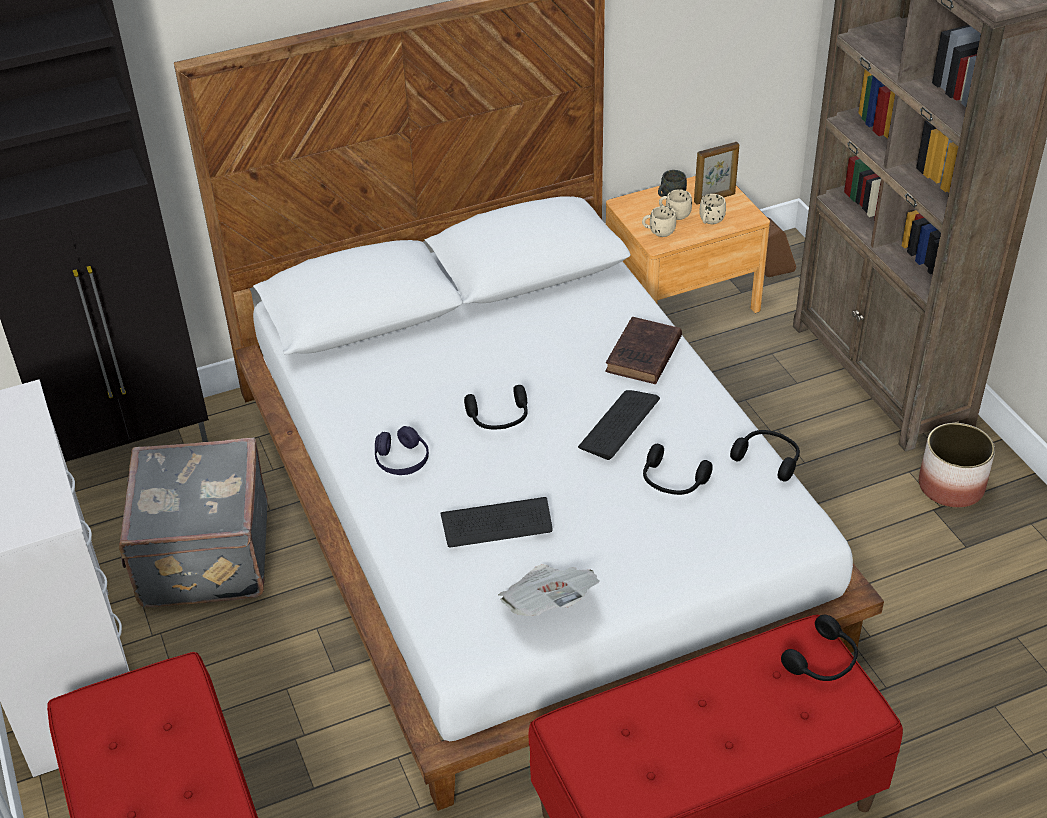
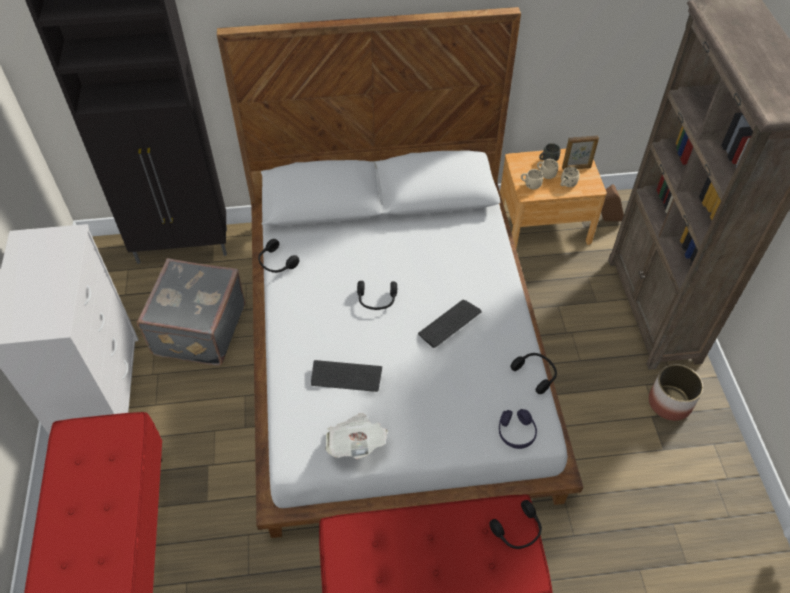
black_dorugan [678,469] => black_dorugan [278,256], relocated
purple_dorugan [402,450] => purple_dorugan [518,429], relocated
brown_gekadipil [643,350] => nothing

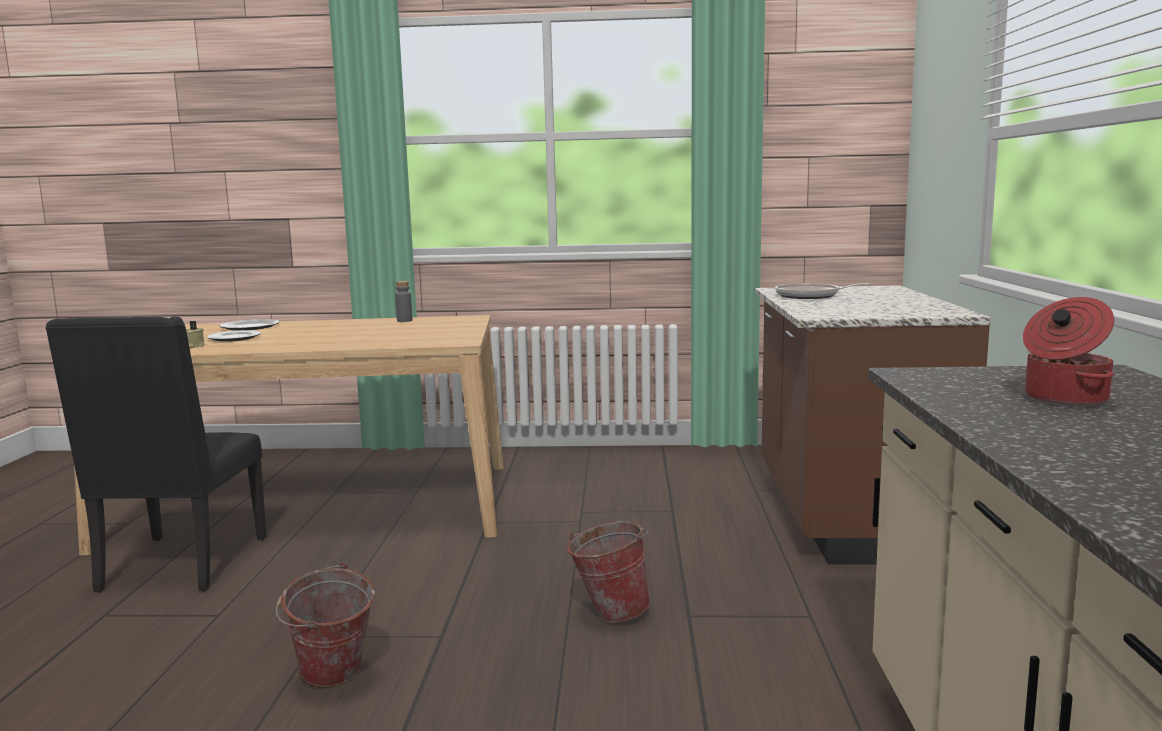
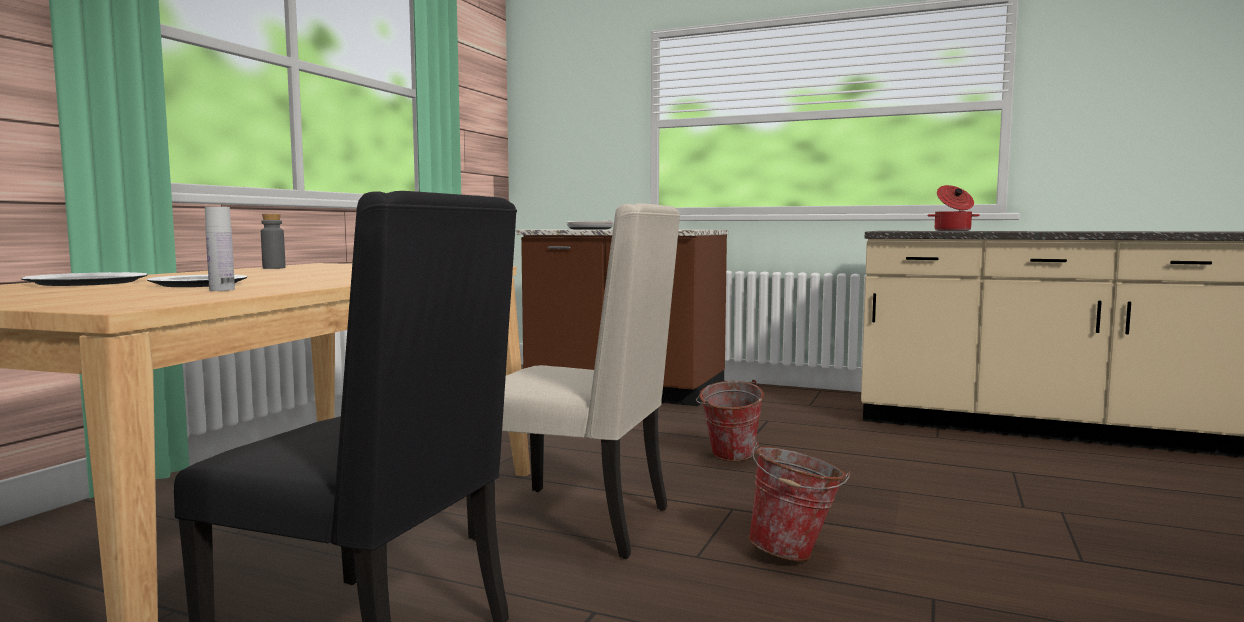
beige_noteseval [195,334] => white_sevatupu [220,249]
nothing => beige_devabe [573,381]

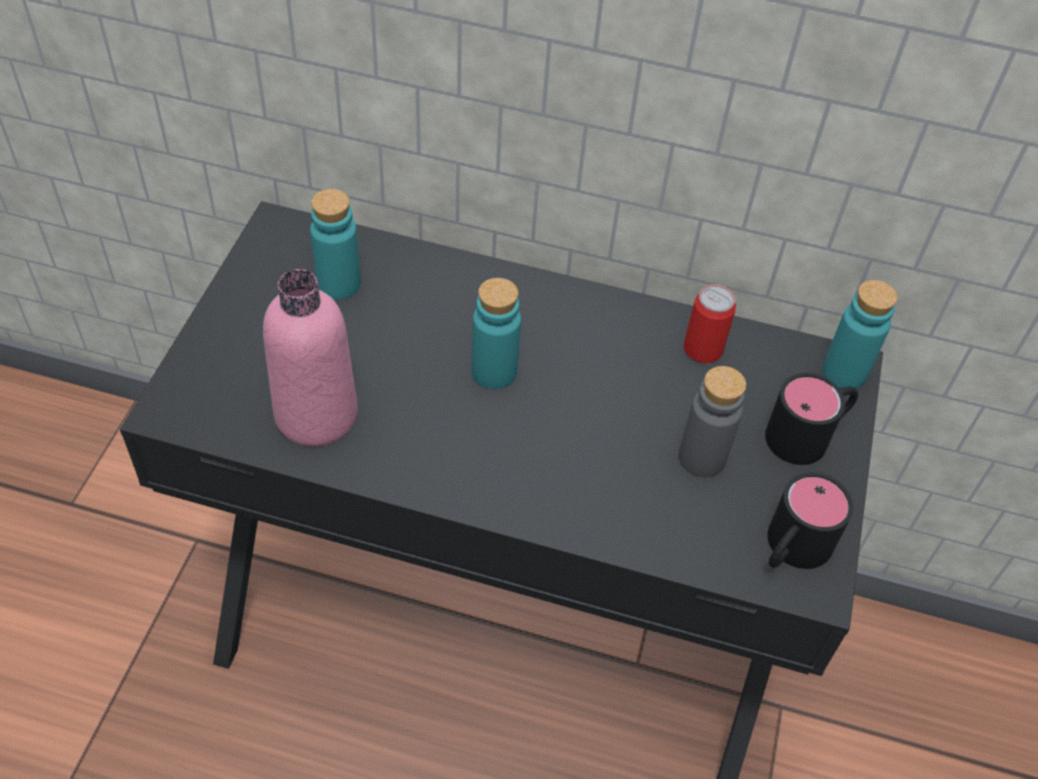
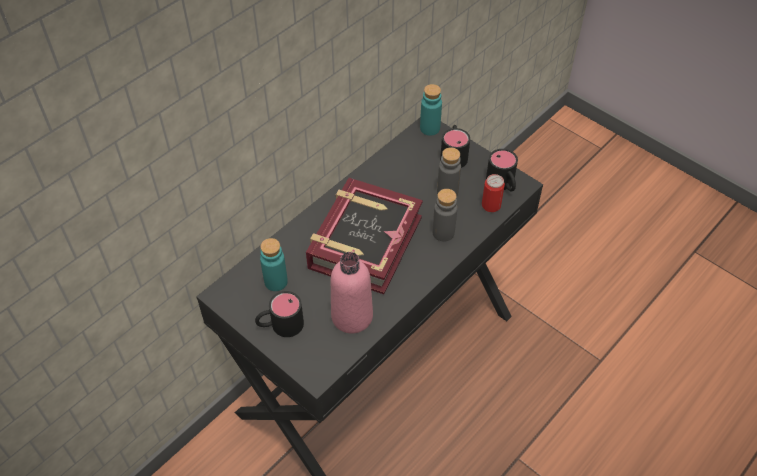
nothing => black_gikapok [279,314]
turquoise_sevatupu [496,333] => gekadipil [364,236]
nothing => grey_sevatupu [445,215]
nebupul [710,323] => nebupul [493,193], relocated

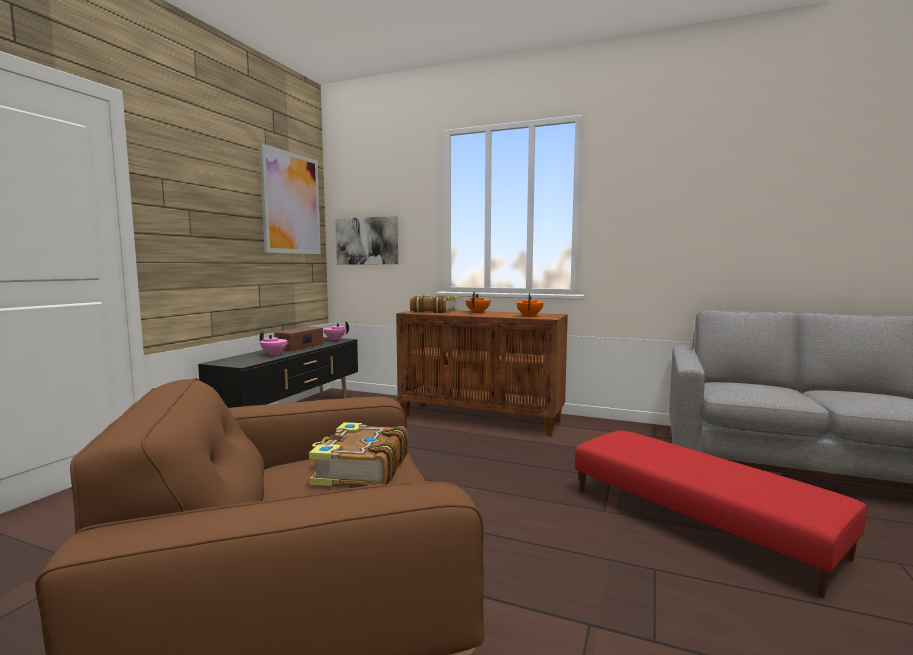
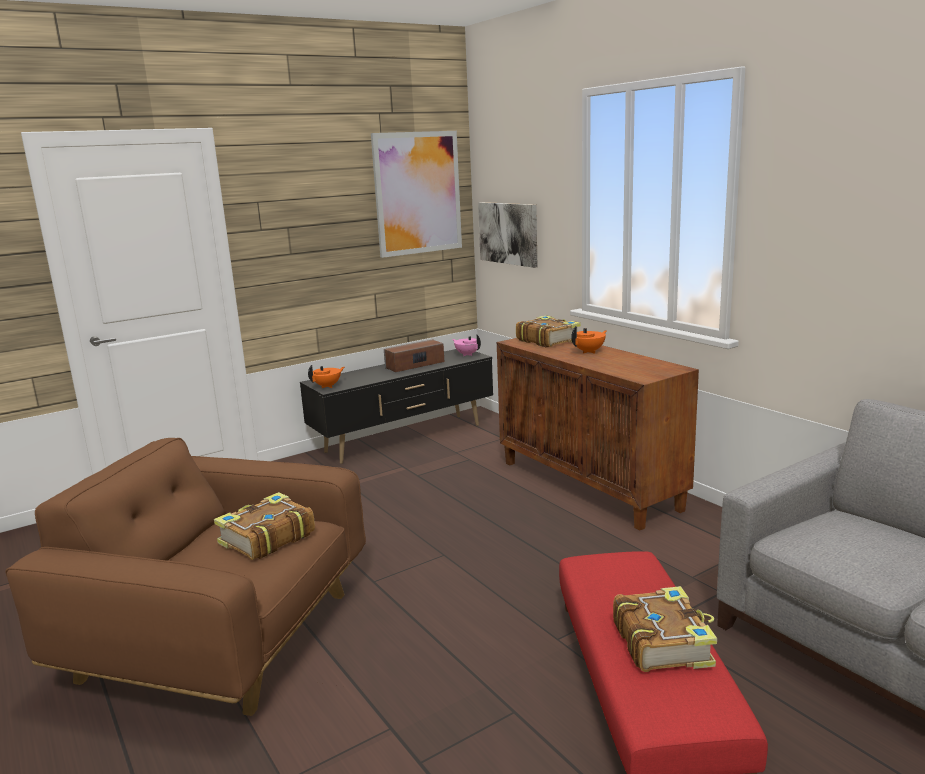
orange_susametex [530,305] => orange_susametex [326,376], relocated
nothing => gekadipil [665,629]
pink_susametex [275,343] => nothing

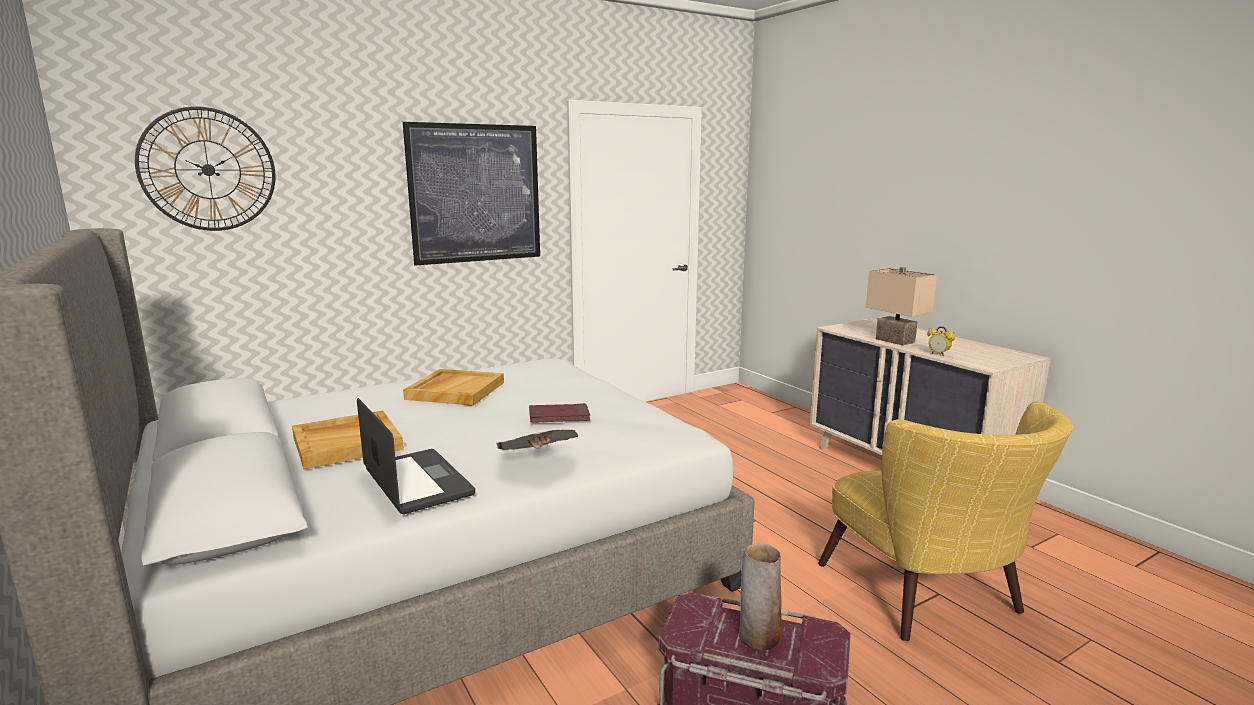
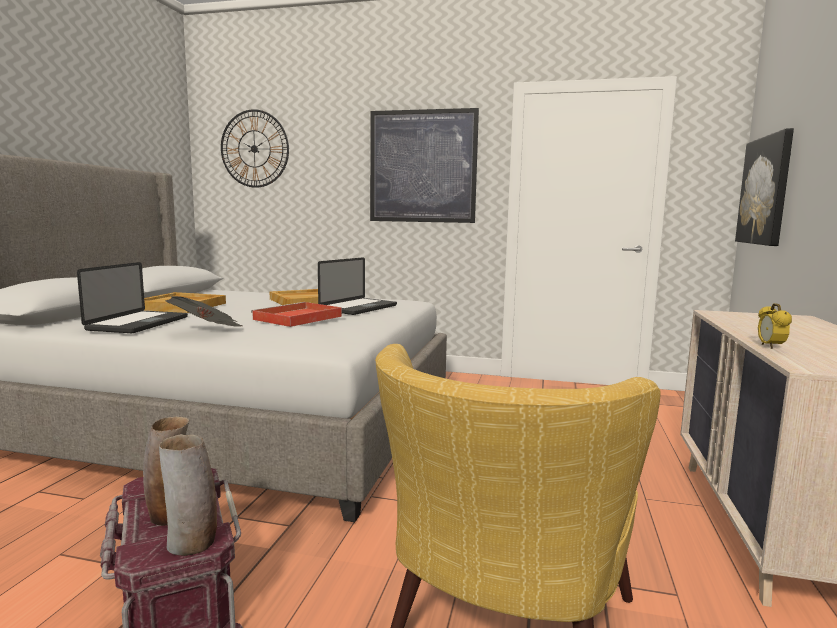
nothing => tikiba [188,495]
red_gekadipil [559,413] => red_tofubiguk [296,314]
nothing => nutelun [357,286]
nothing => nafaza [764,187]
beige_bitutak [901,306] => nothing

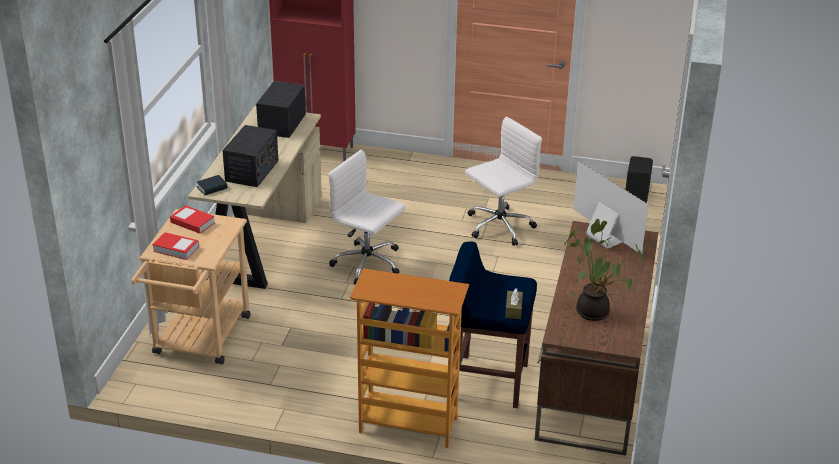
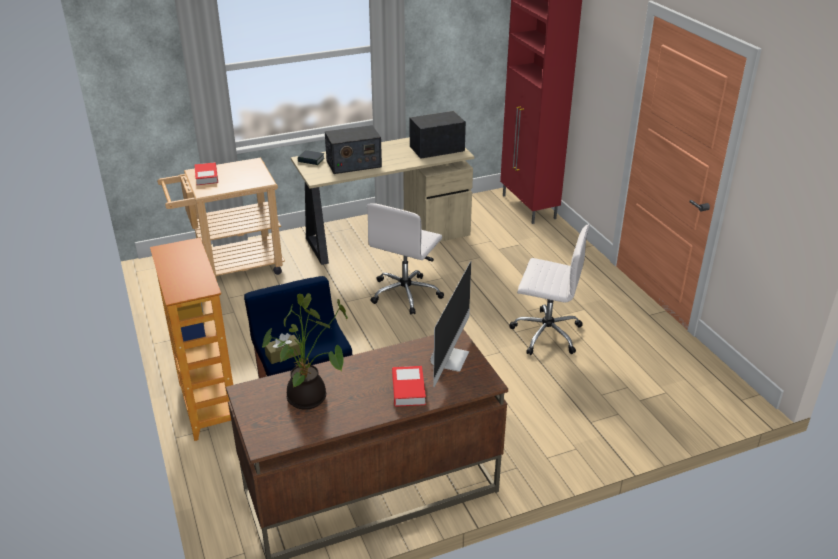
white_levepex [367,217] => white_levepex [405,258], 150 degrees counterclockwise
gekadipil [192,219] => gekadipil [409,386], relocated
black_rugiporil [639,179] => nothing

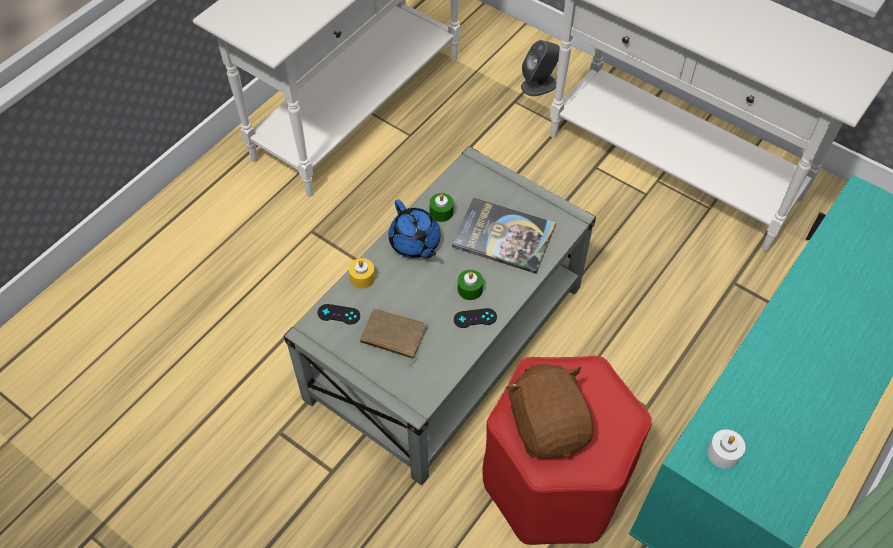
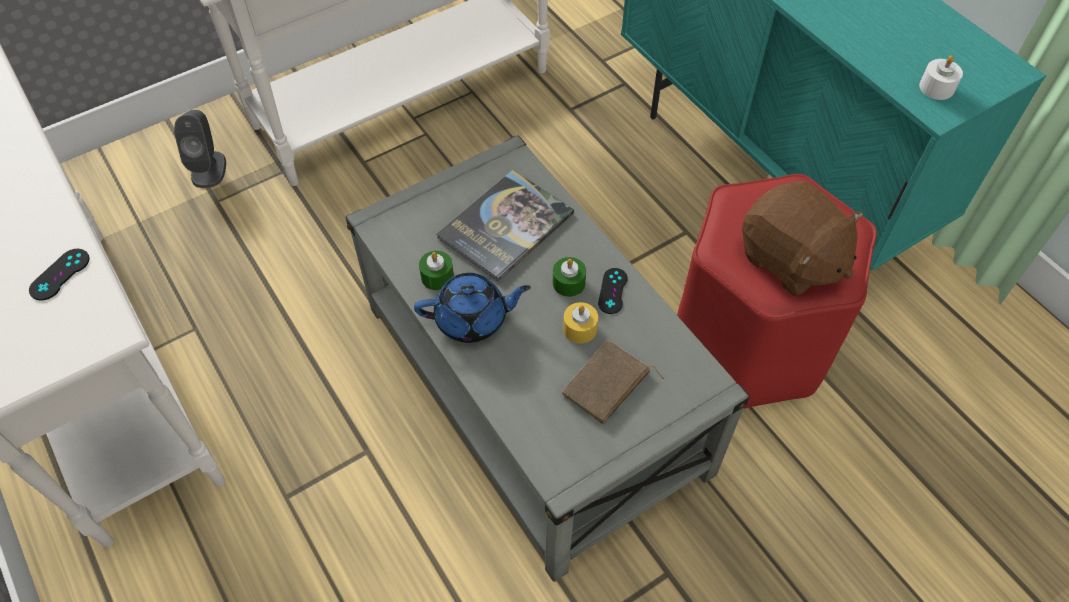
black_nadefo [338,314] => black_nadefo [59,275], relocated
yellow_noteseval [362,273] => yellow_noteseval [580,322], relocated
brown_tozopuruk [549,411] => brown_tozopuruk [802,238], 135 degrees counterclockwise

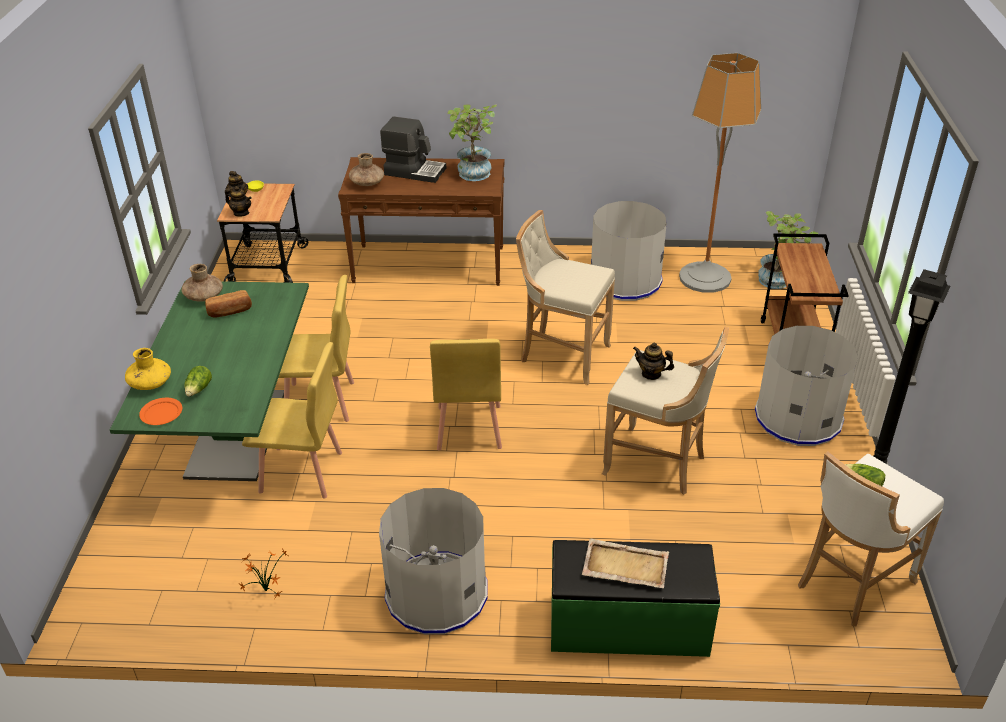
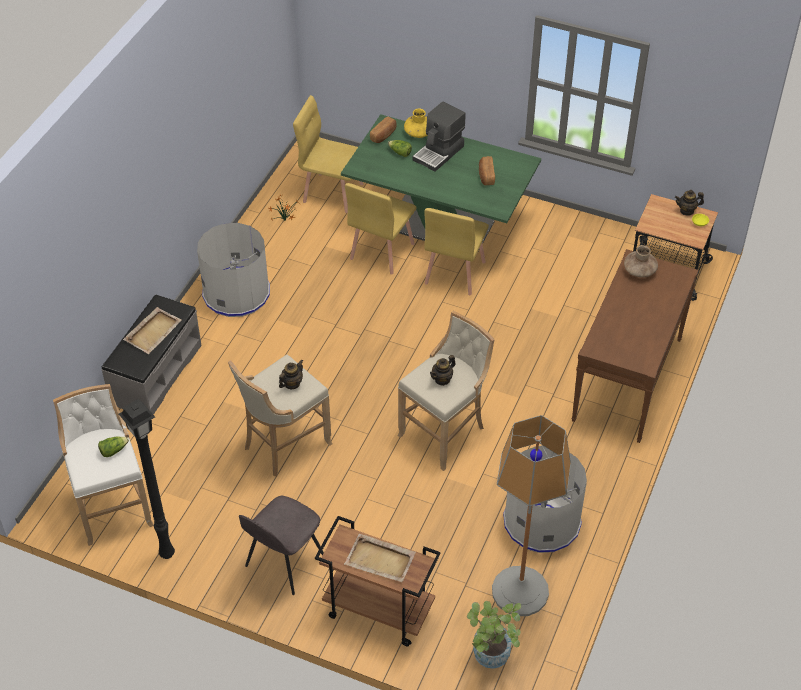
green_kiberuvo [635,598] => grey_kiberuvo [151,355]
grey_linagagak [806,386] => grey_devabe [281,545]
yellow_devabe [466,395] => yellow_devabe [328,154], relocated
nothing => beige_tofubiguk [380,558]
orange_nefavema [160,411] => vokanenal [383,130]
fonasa [413,149] => fonasa [439,136], relocated
susametex [238,201] => susametex [443,370], relocated
brown_tikiba [202,283] => nothing
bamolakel [472,143] => nothing

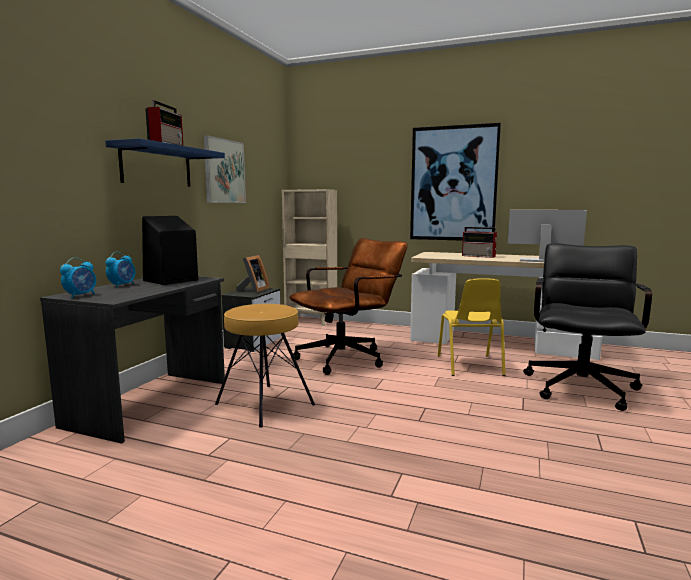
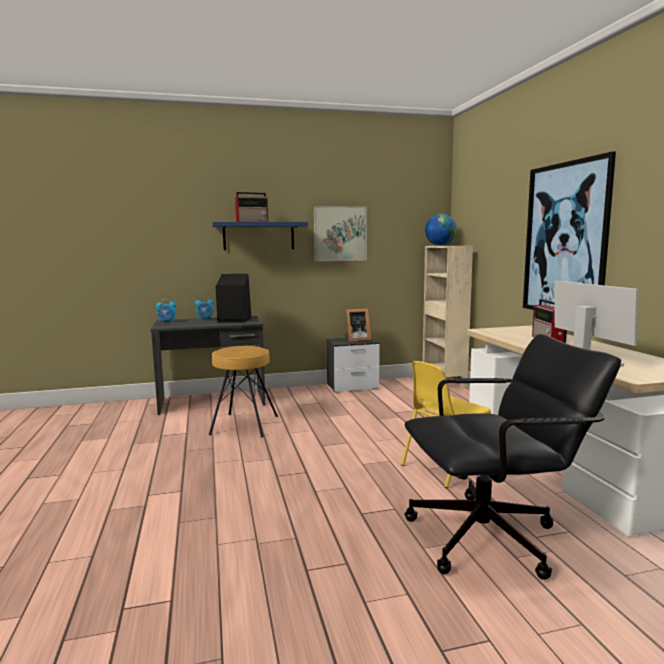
nothing => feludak [441,230]
brown_levepex [348,306] => nothing

